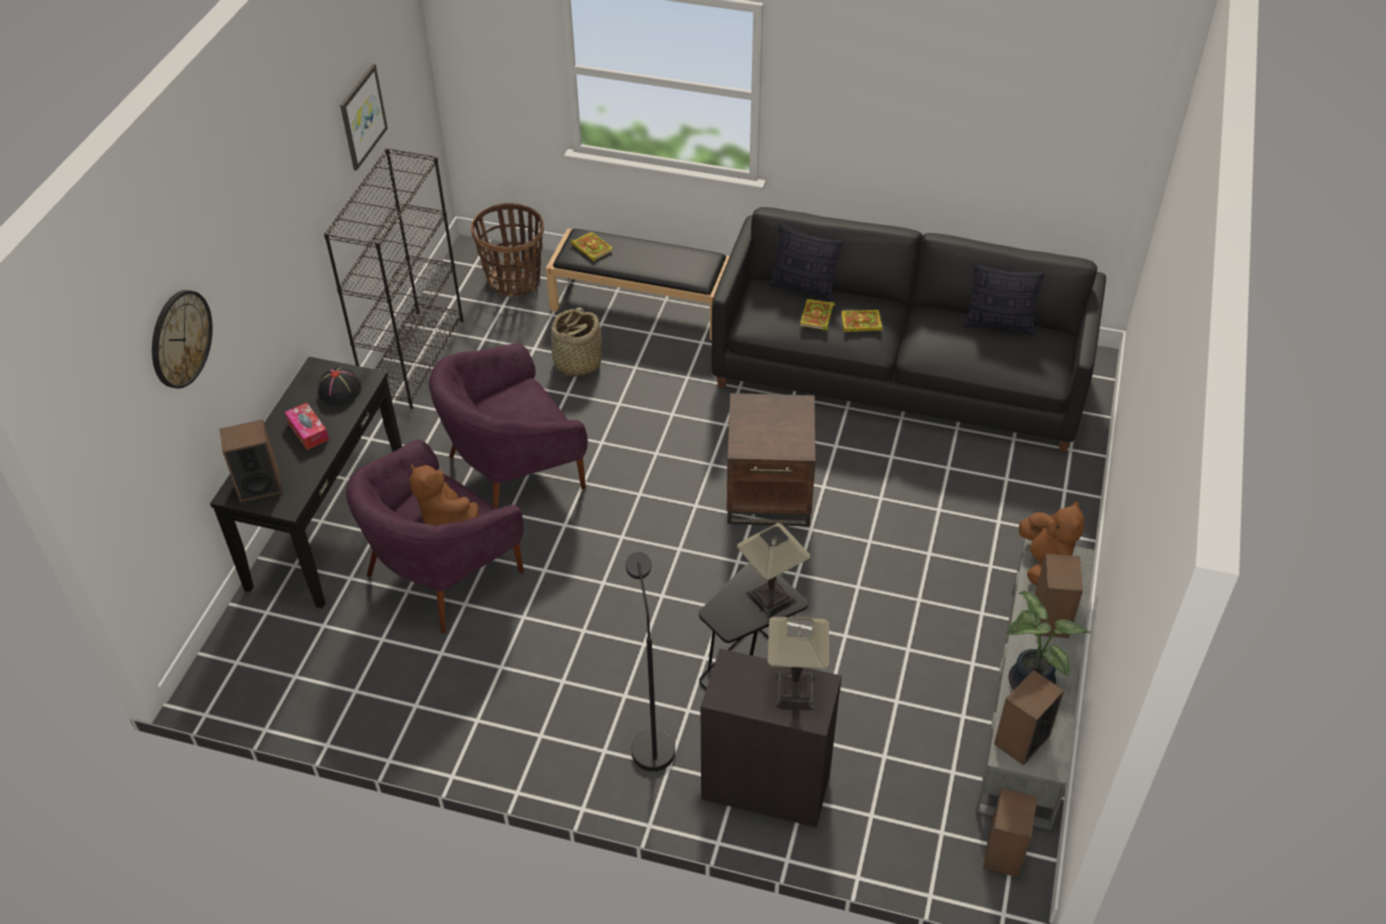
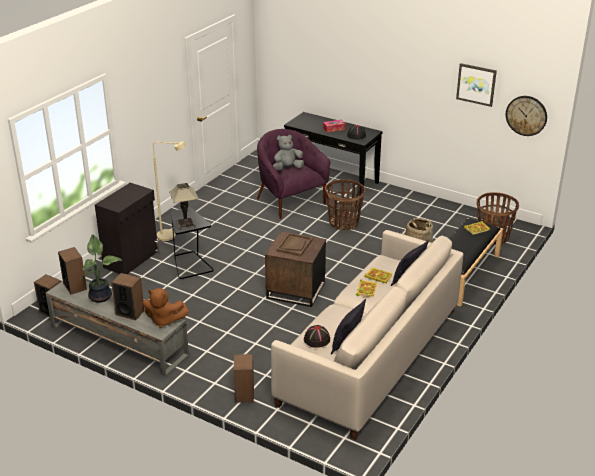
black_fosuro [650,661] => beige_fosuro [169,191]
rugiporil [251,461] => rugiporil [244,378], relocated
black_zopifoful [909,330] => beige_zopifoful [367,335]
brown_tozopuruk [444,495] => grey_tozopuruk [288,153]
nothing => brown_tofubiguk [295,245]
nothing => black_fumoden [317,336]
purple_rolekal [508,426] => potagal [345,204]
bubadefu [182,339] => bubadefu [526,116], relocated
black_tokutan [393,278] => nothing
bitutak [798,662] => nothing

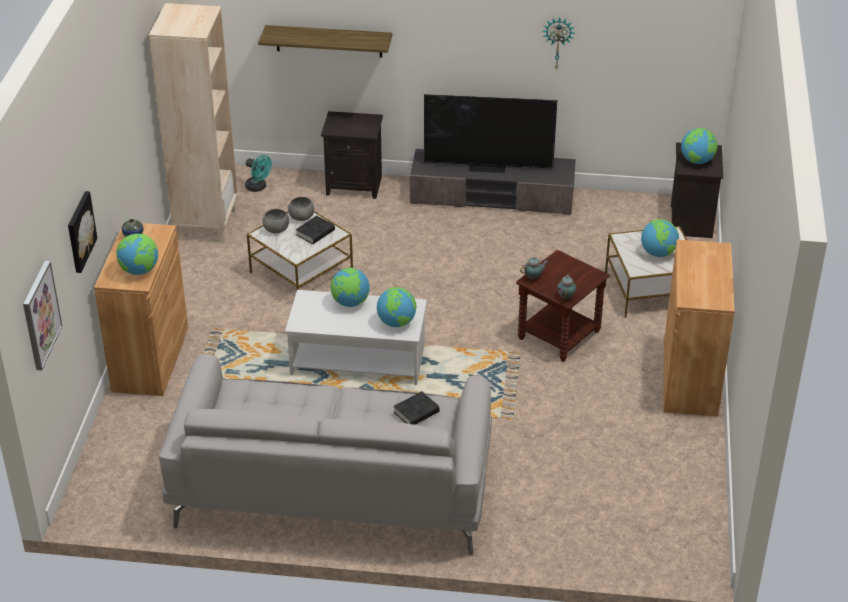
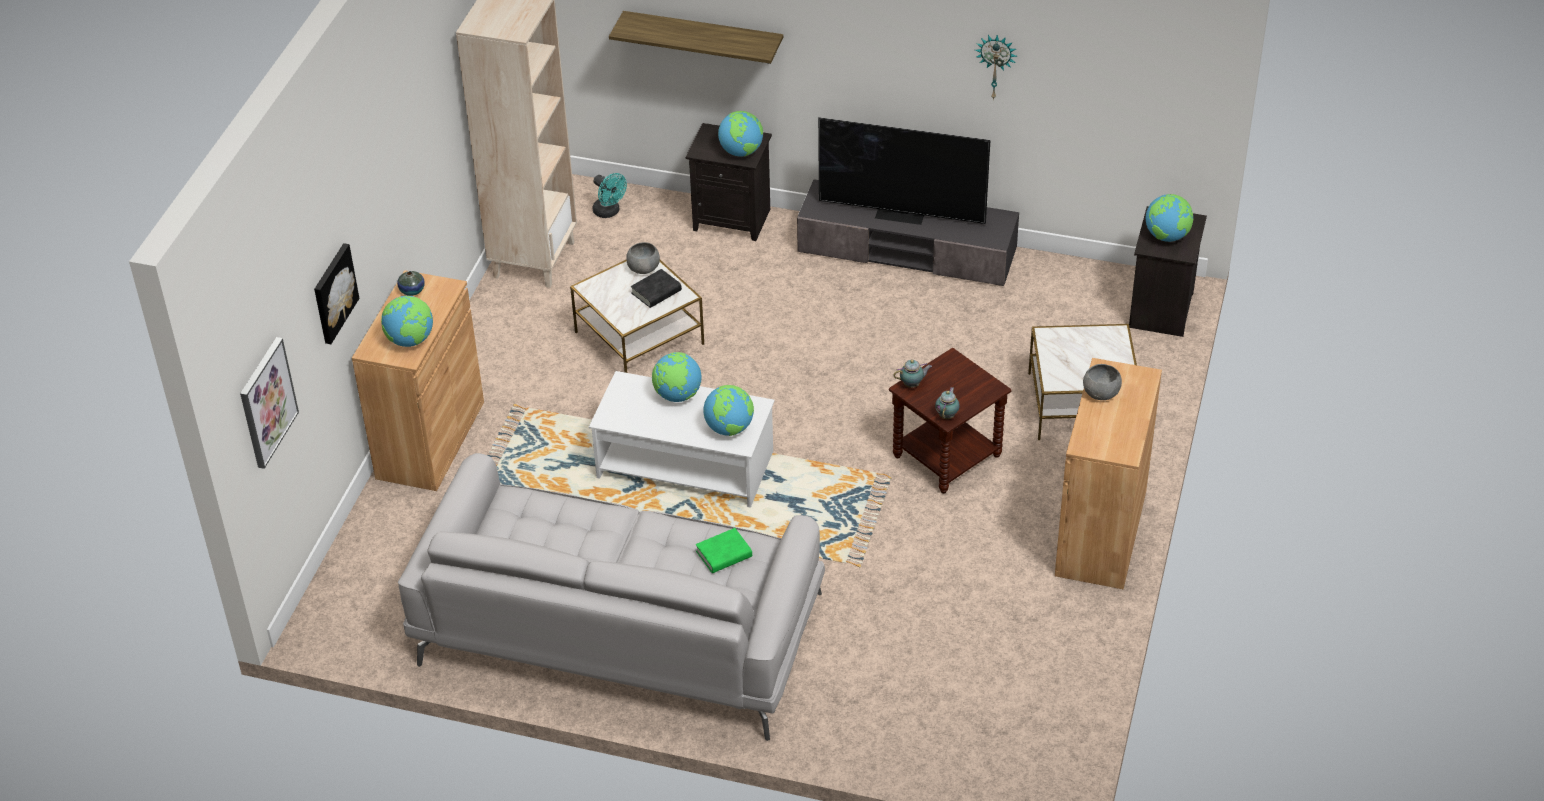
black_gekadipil [416,408] => green_gekadipil [724,550]
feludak [660,238] => feludak [740,134], relocated
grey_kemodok [276,221] => grey_kemodok [1102,382], relocated

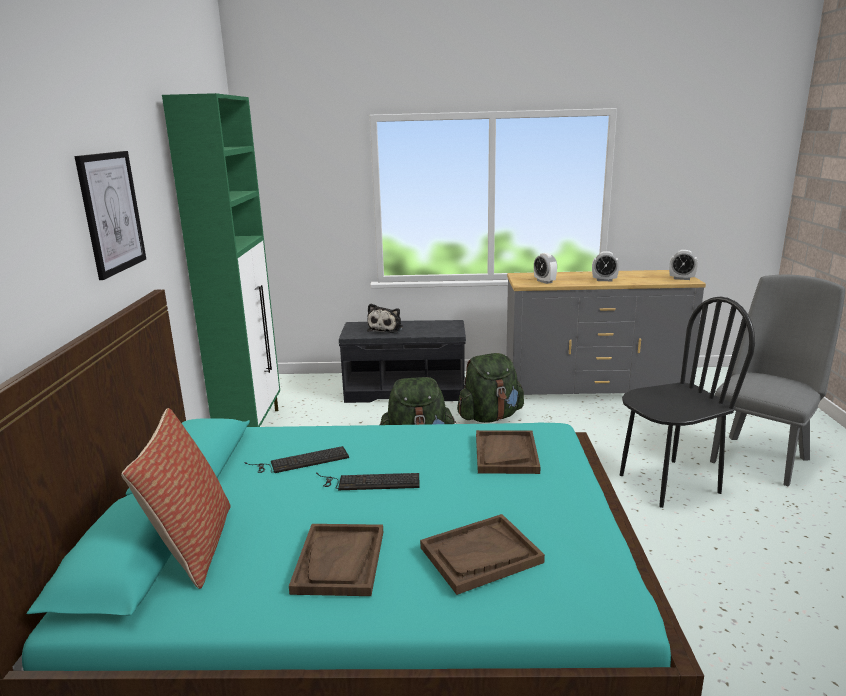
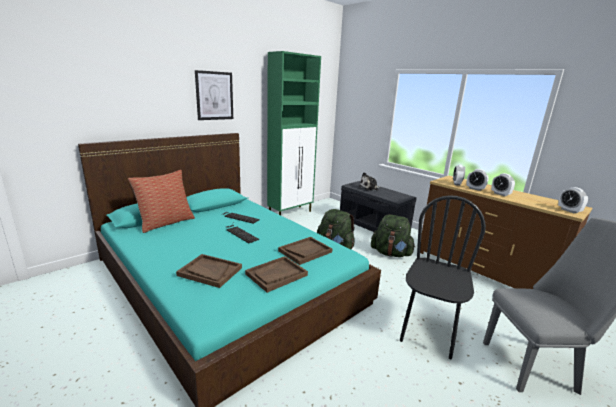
brown_tofubiguk [336,560] => brown_tofubiguk [276,274], relocated
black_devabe [687,402] => black_devabe [443,277], 90 degrees counterclockwise
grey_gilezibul [606,332] => brown_gilezibul [506,232]
nothing => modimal [477,180]

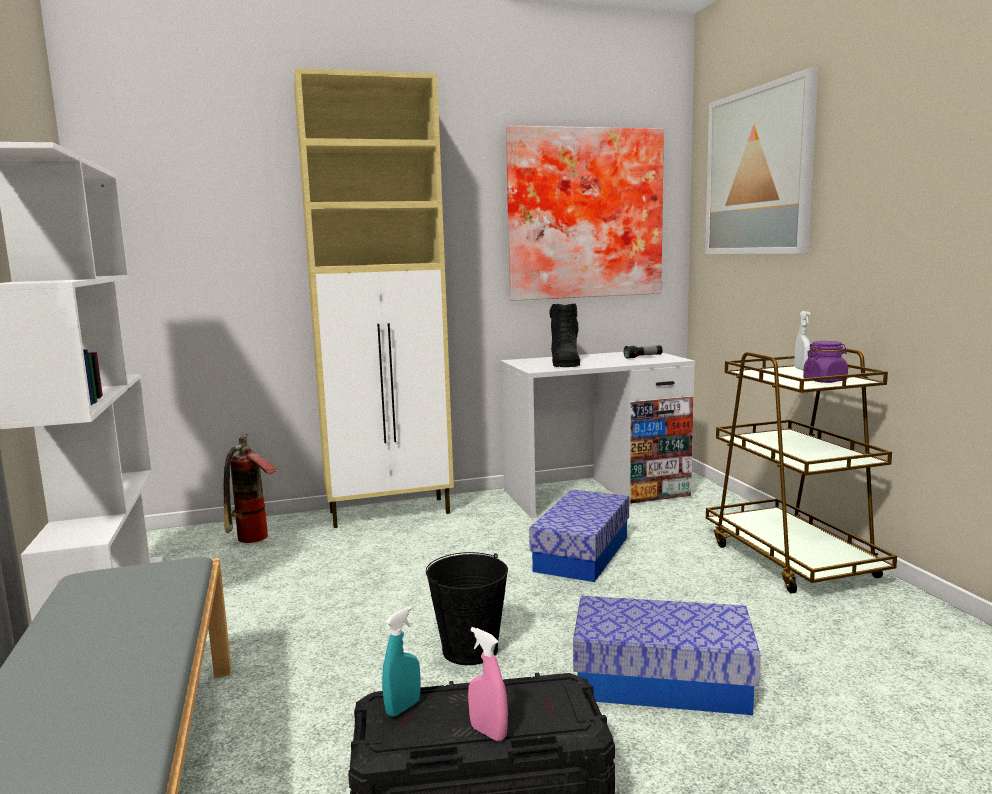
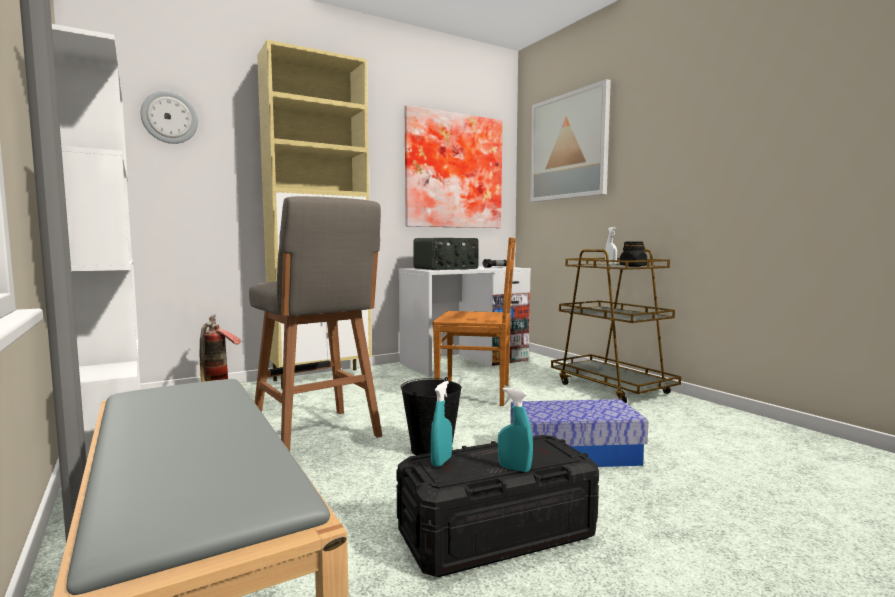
nothing => bubadefu [169,117]
nothing => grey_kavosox [315,323]
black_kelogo [565,335] => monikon [446,254]
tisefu [579,535] => brown_devabe [474,321]
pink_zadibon [488,684] => turquoise_zadibon [515,430]
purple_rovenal [825,362] => black_rovenal [633,254]

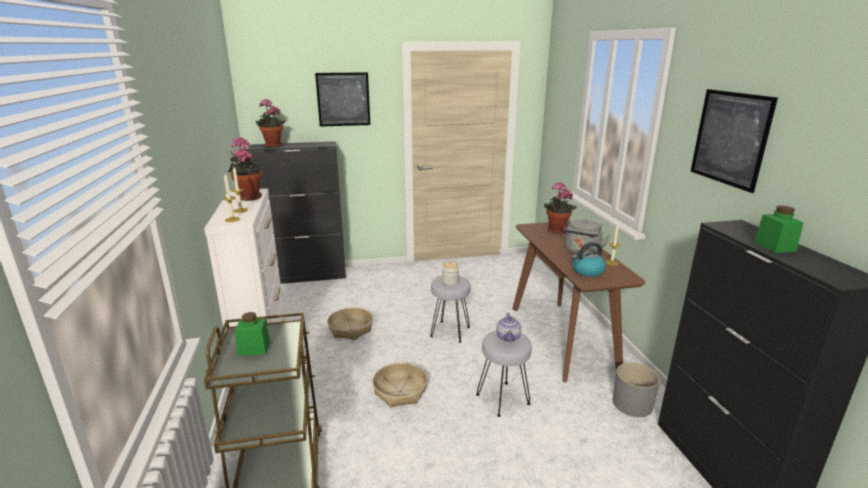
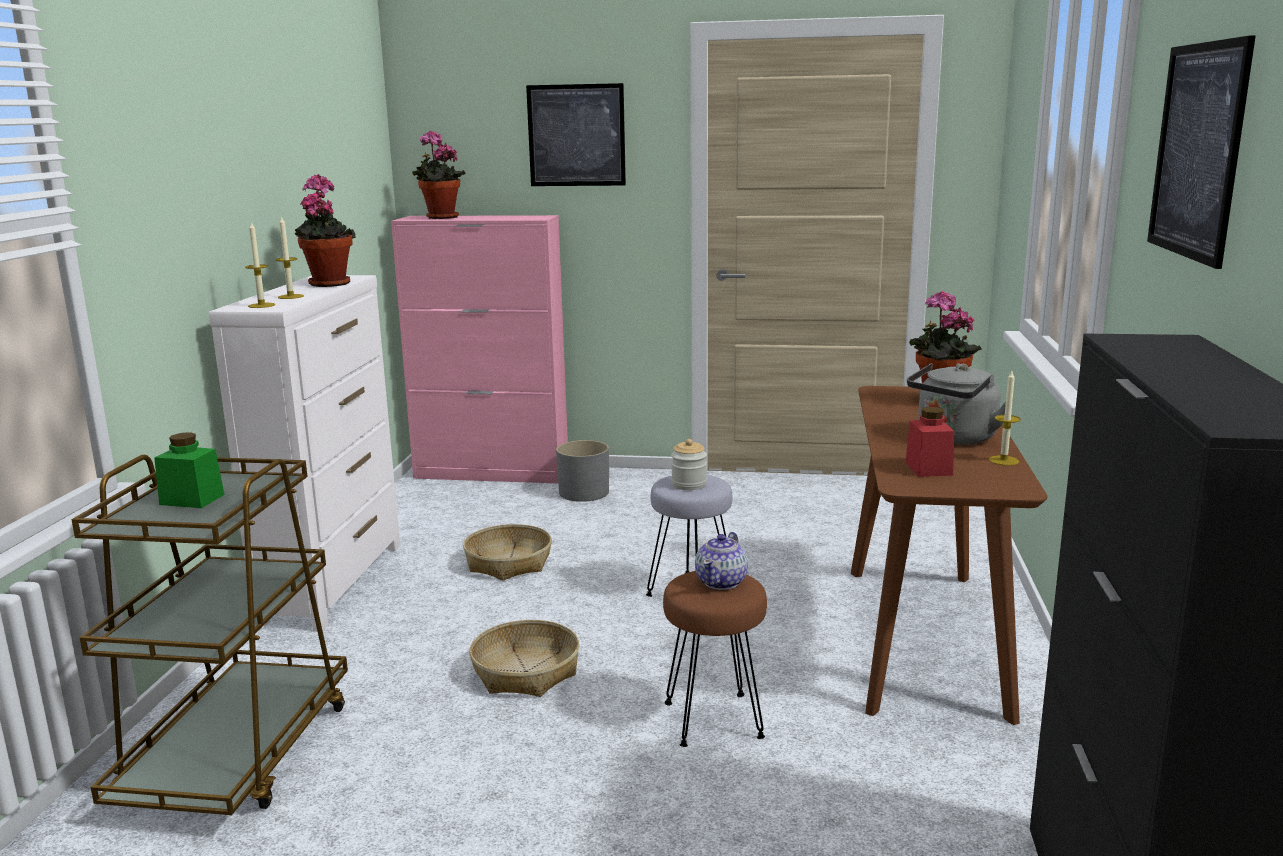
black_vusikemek [296,212] => pink_vusikemek [479,349]
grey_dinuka [636,390] => grey_dinuka [582,471], relocated
grey_kavosox [504,374] => brown_kavosox [715,659]
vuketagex [589,259] => red_rovenal [930,442]
green_rovenal [779,229] => nothing

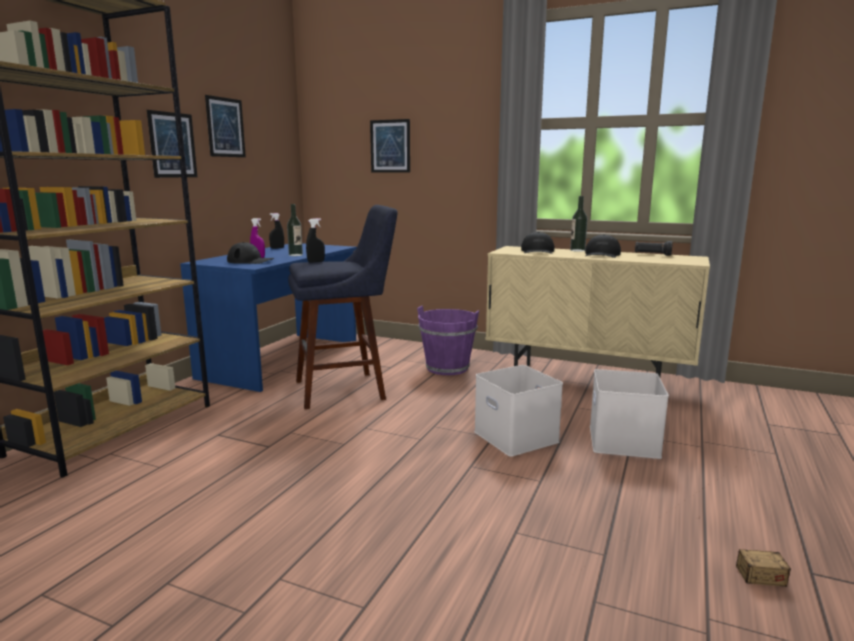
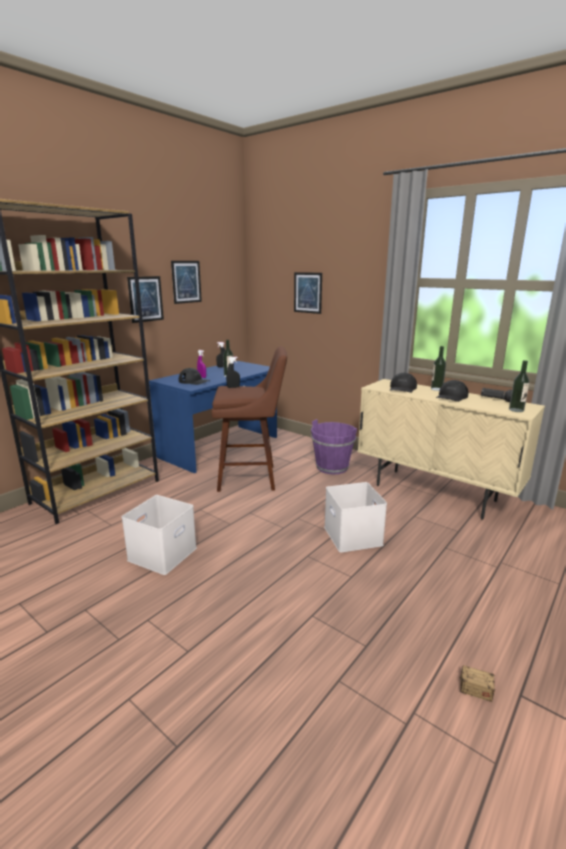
white_tisefu [629,414] => white_tisefu [159,535], relocated
blue_kavosox [342,307] => brown_kavosox [249,419]
nothing => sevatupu [519,386]

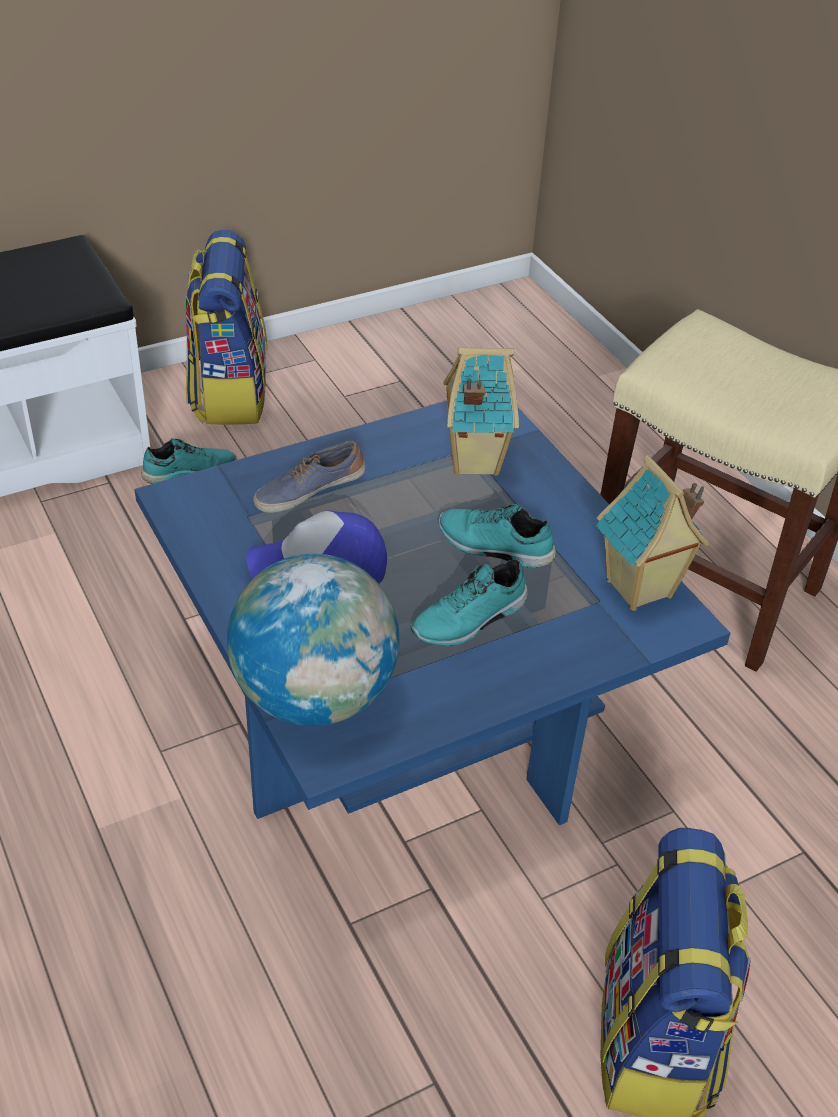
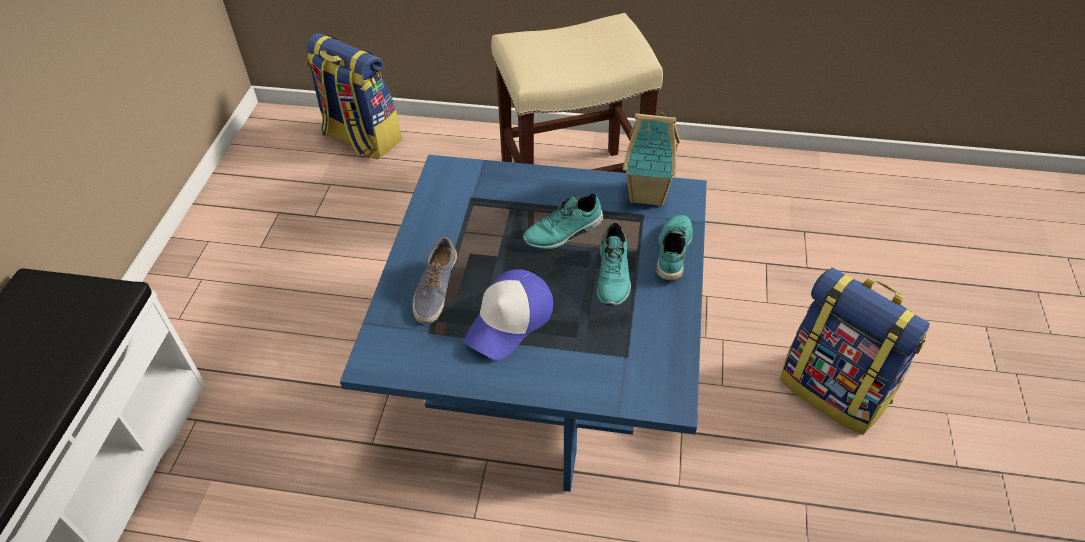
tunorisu [226,327] => tunorisu [354,96], relocated
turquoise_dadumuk [188,461] => turquoise_dadumuk [674,248], relocated
feludak [313,640] => nothing
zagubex [481,411] => nothing

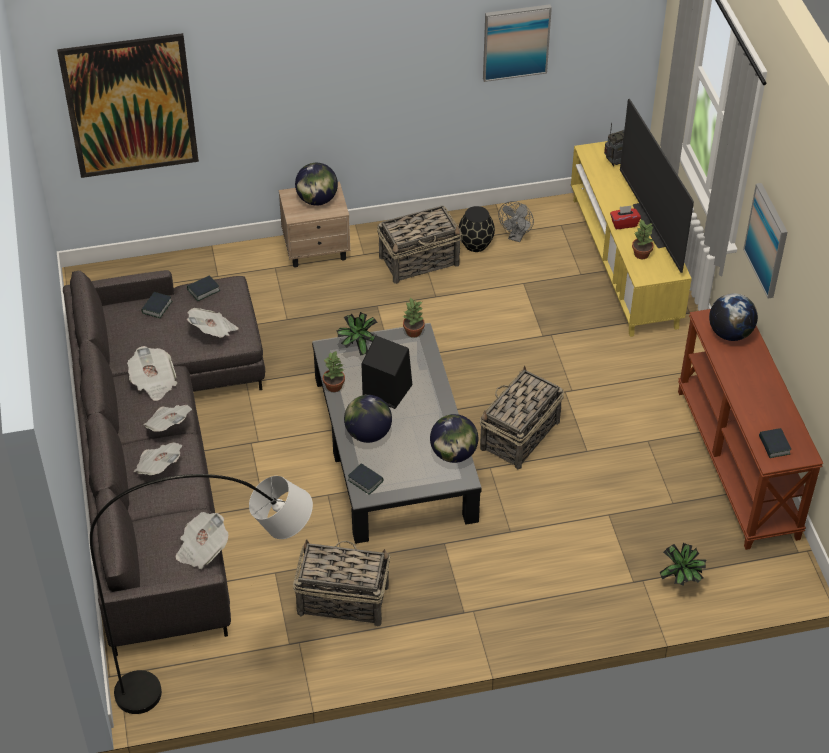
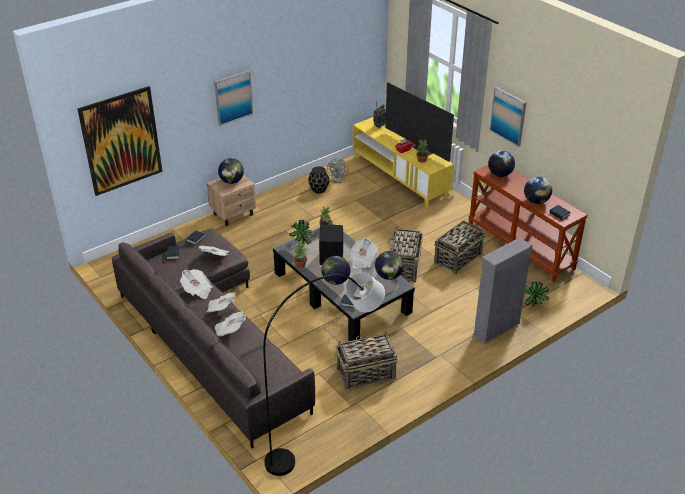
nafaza [517,43] => nafaza [233,98], relocated
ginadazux [202,540] => ginadazux [364,253], relocated
potagal [419,244] => potagal [459,247], relocated
nothing => grey_tokutan [502,290]
nothing => feludak [538,190]

